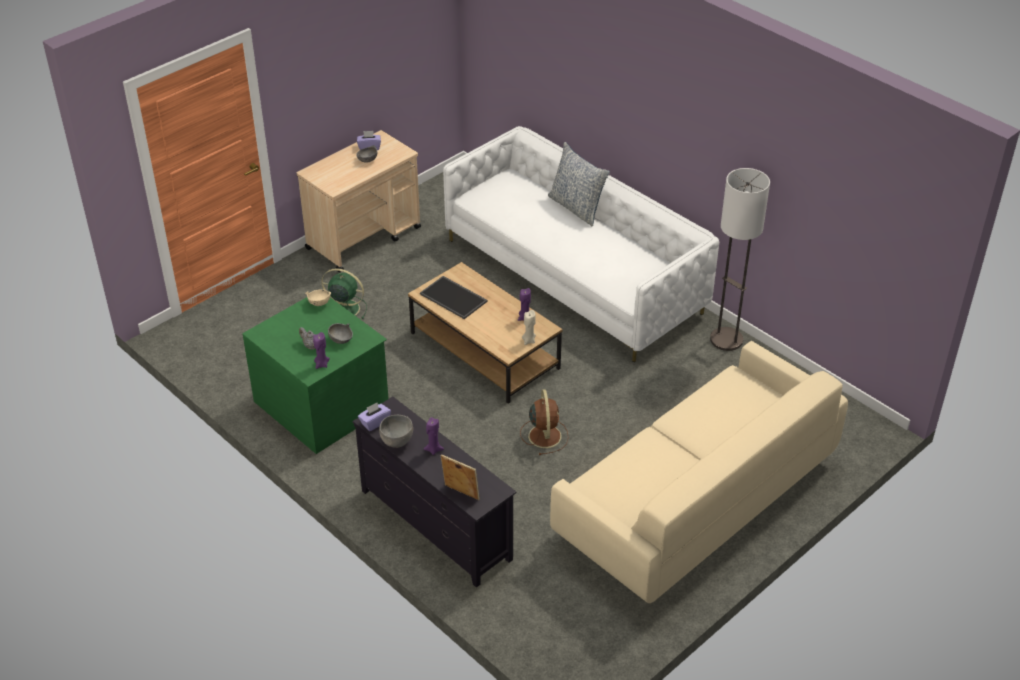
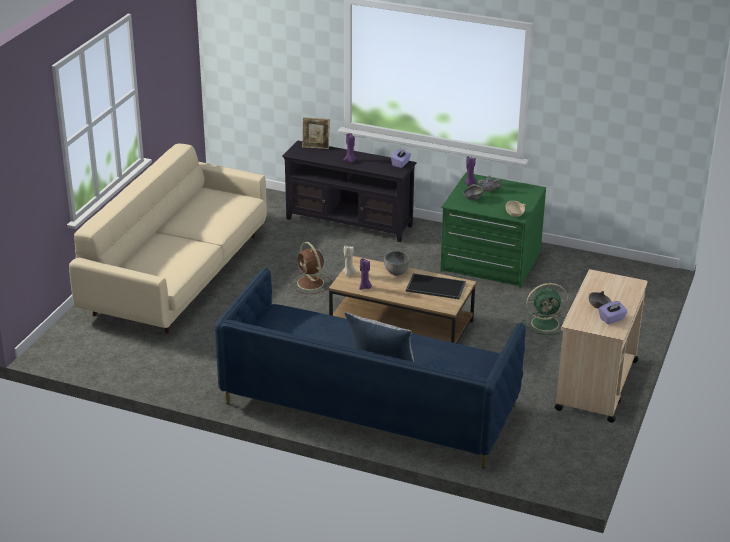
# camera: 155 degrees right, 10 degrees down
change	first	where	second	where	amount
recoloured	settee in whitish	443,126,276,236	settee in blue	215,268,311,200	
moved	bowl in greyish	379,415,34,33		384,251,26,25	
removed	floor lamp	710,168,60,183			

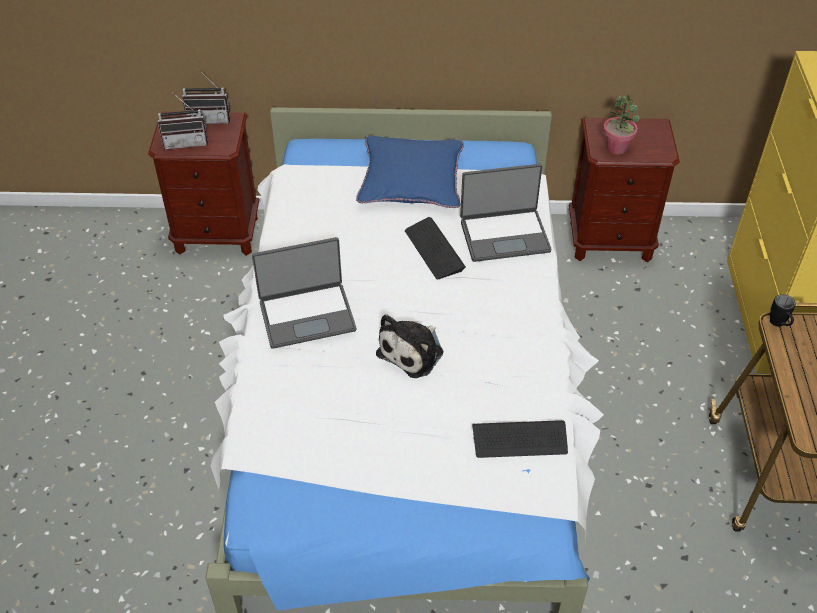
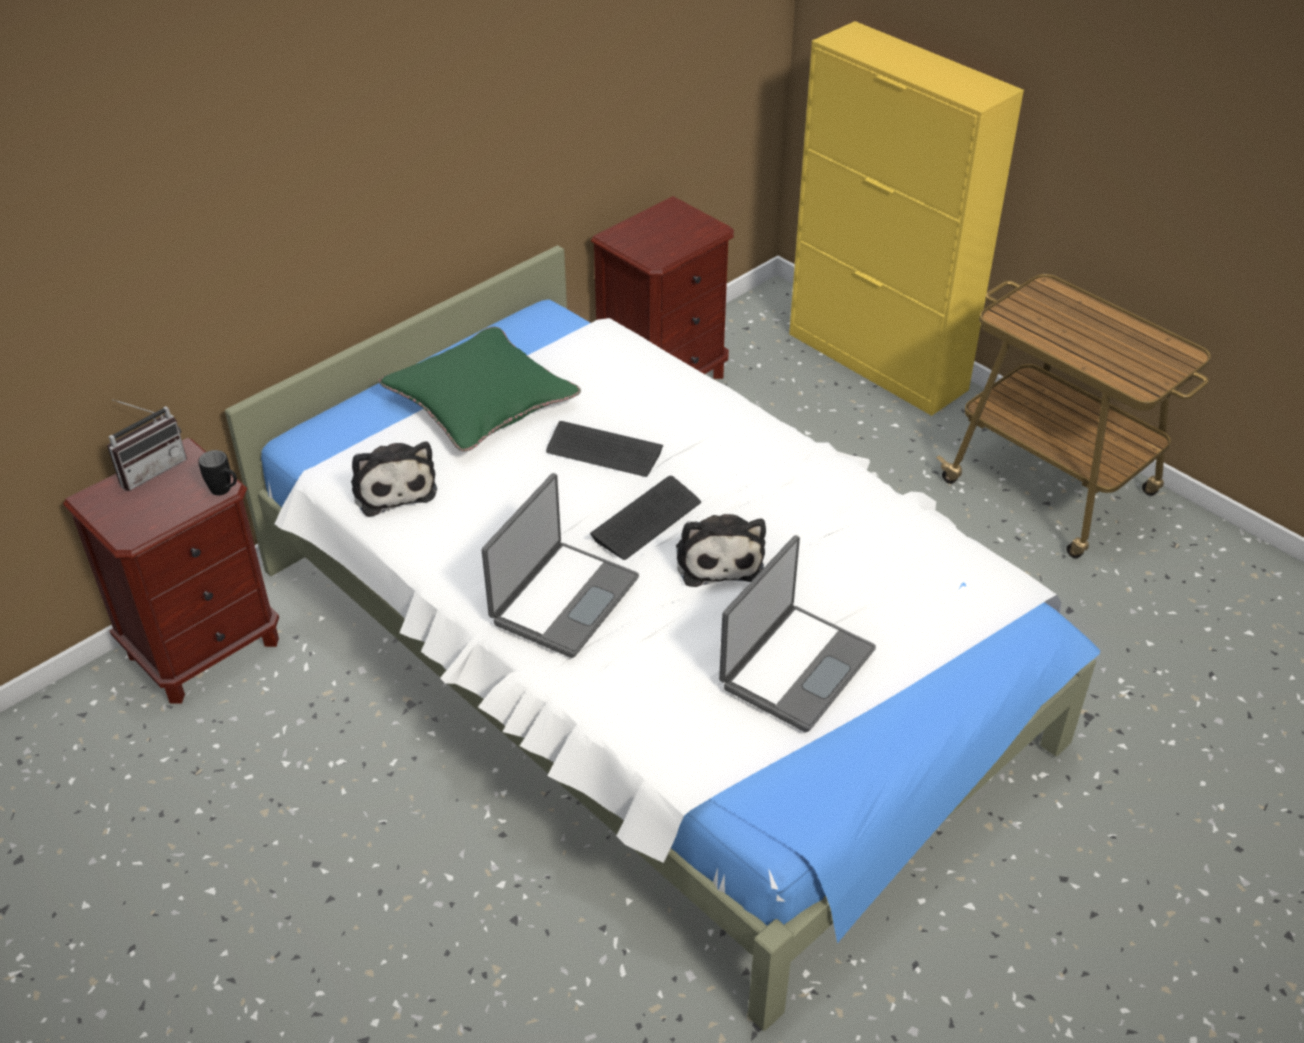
# camera: 45 degrees left, 5 degrees down
change	first	where	second	where	amount
moved	mug in blackish	770,294,26,33		198,450,39,45	
added			cuddly toy	351,441,86,76	
recoloured	throw pillow in blue	356,135,108,73	throw pillow in green	379,327,202,124	
moved	computer keyboard	472,420,96,38		590,476,111,84	
moved	laptop	460,164,91,98		719,535,157,197	
removed	radio set	158,94,50,55			
removed	houseplant	603,95,37,59			

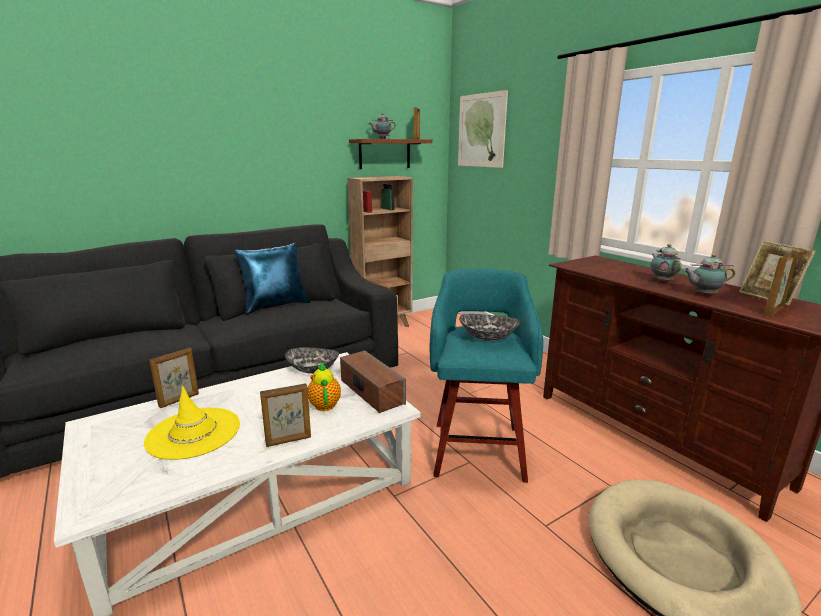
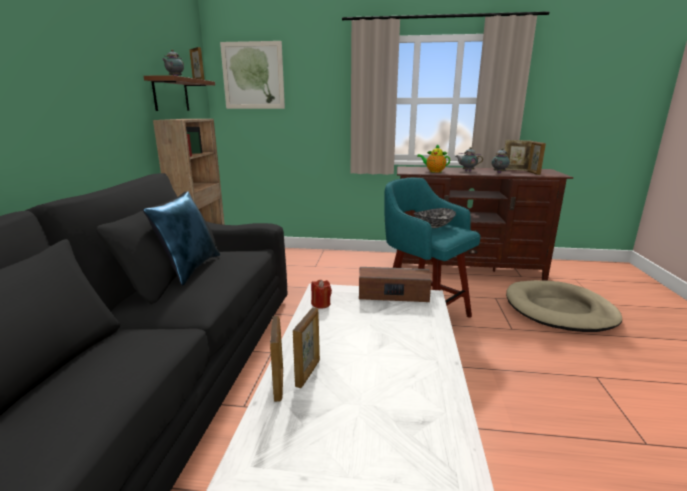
# camera: 50 degrees left, 0 degrees up
change	first	where	second	where	amount
moved	photo frame	260,383,51,64		293,307,27,81	
replaced	bowl	285,347,54,27	wax light in red-coloured	311,280,21,29	
moved	tea pot	308,363,33,48		417,144,33,29	
removed	clothing hat in yellow	144,386,96,74			

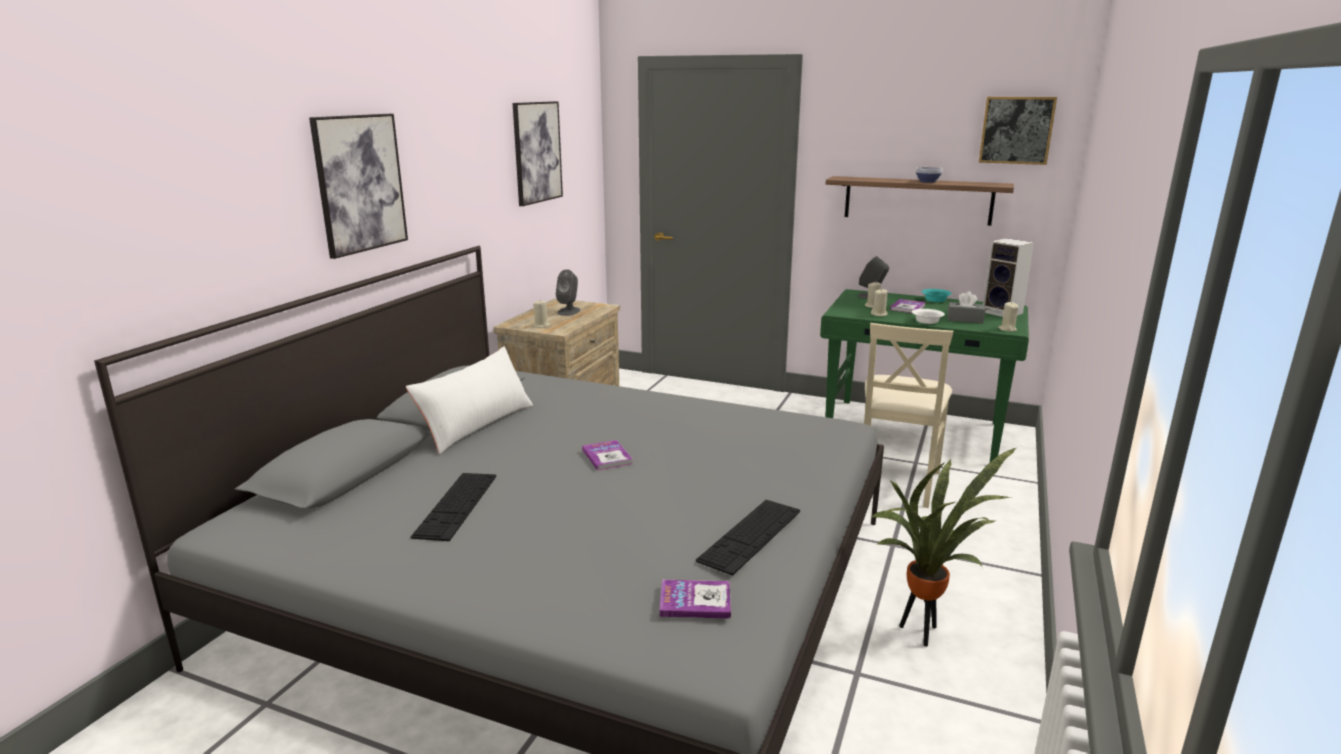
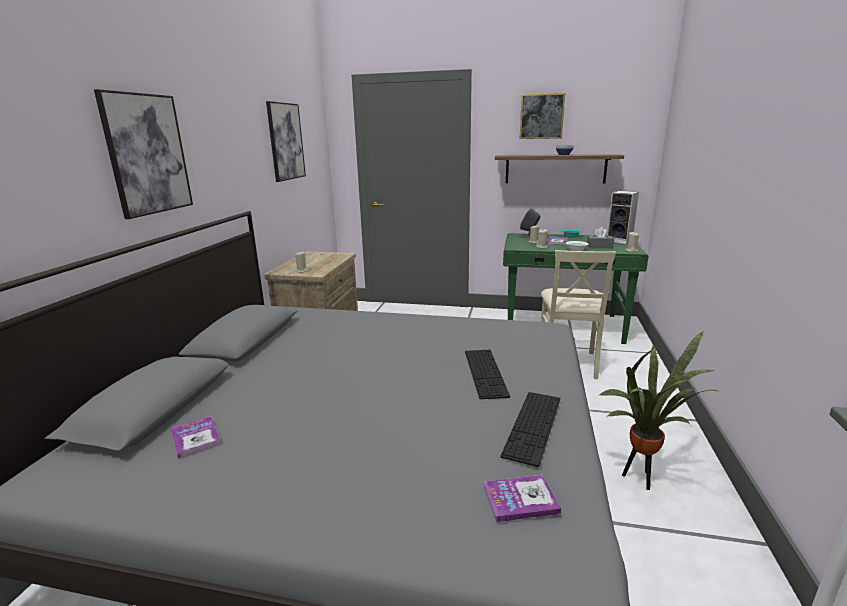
# camera: 10 degrees left, 0 degrees up
change	first	where	second	where	amount
moved	bound book	582,440,51,30		171,416,51,43	
moved	computer keyboard	411,473,85,68		465,350,45,49	
moved	wall picture	979,97,78,68		520,93,46,46	
removed	throw pillow in whitish	406,346,127,108			
removed	loudspeaker in greyish	556,269,24,47			

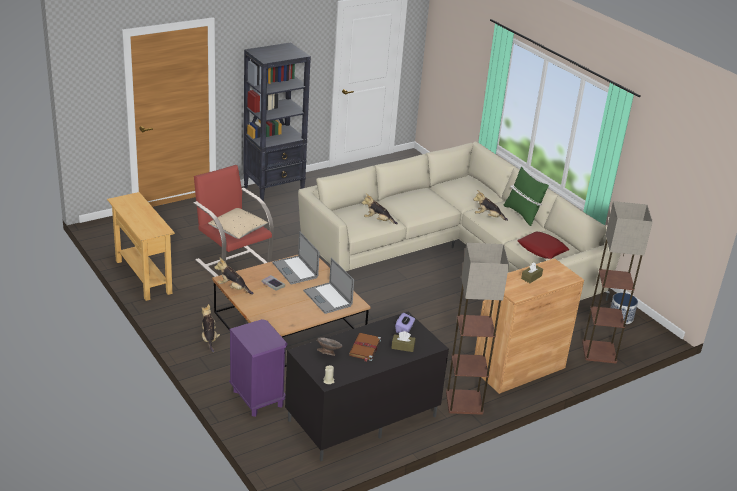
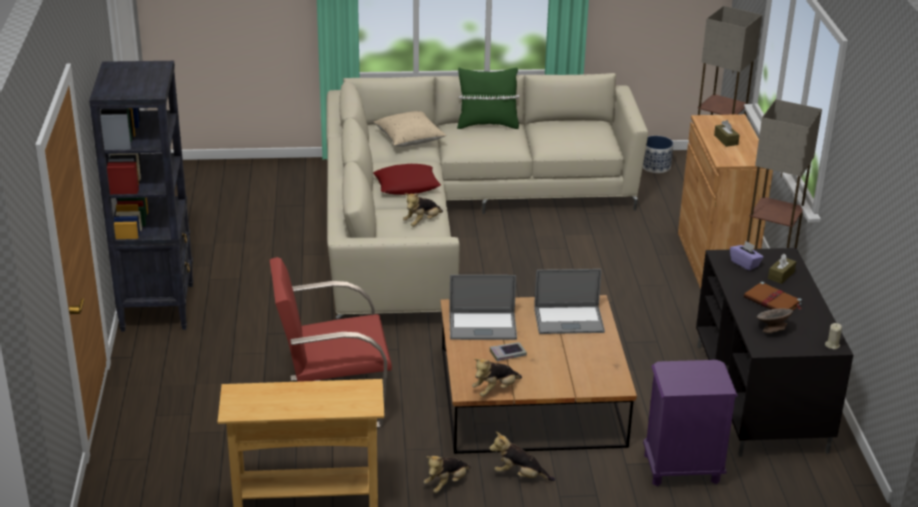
# camera: 60 degrees left, 0 degrees up
change	first	where	second	where	amount
moved	throw pillow in sand-coloured	208,208,60,31		373,111,73,36	
moved	throw pillow in red-coloured	517,232,52,27		373,164,68,31	
moved	cuddly toy	473,190,35,31		424,456,47,37	

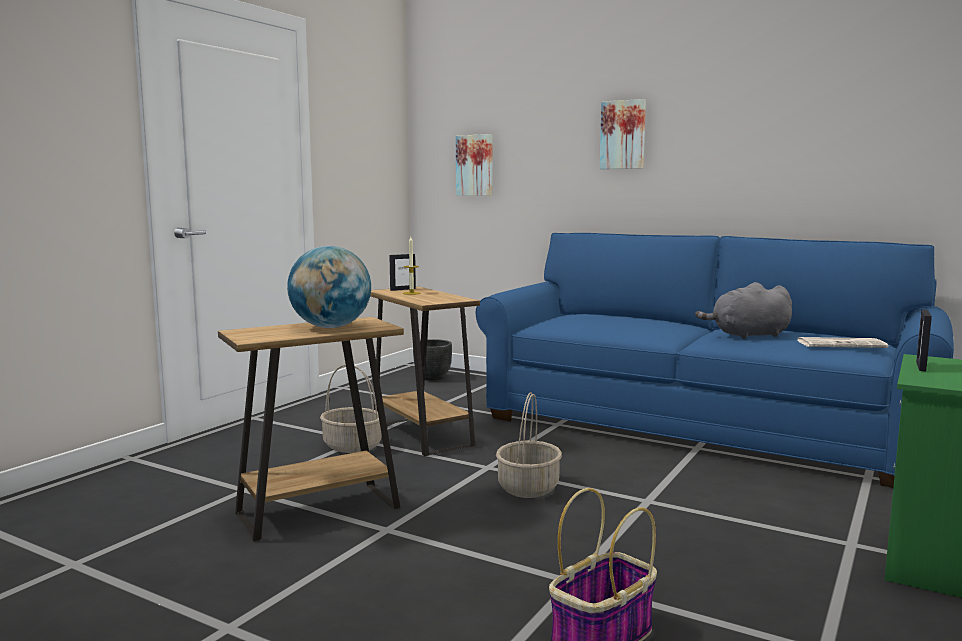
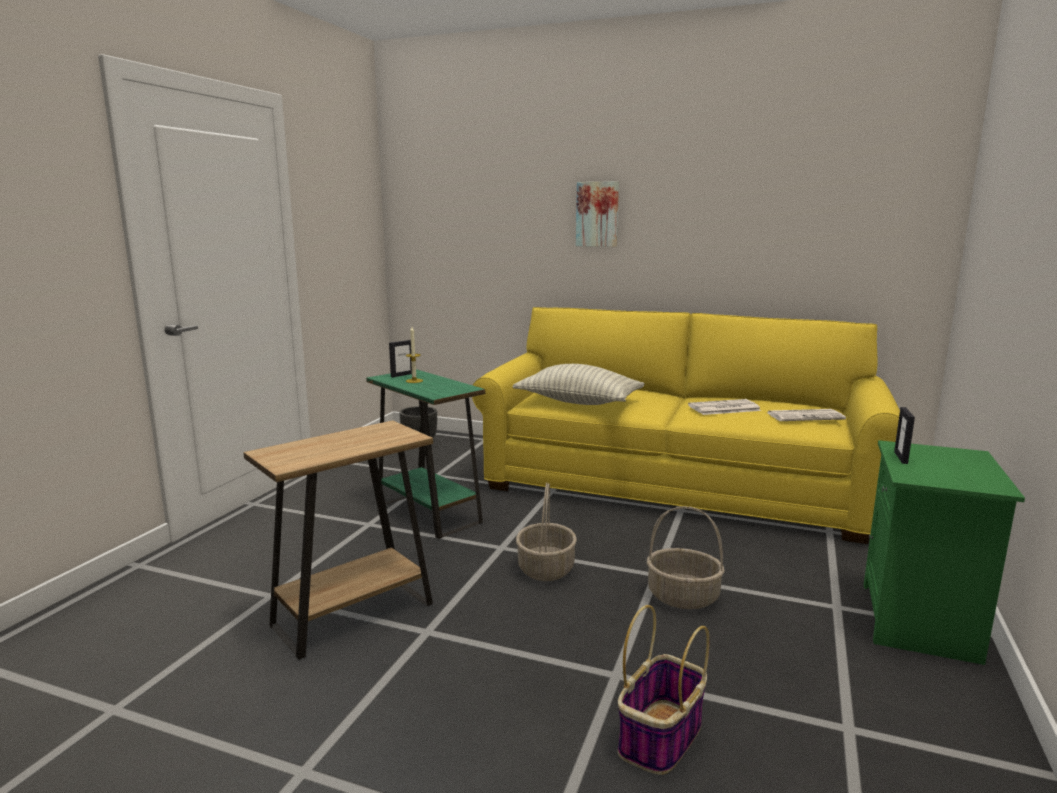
# camera: 10 degrees left, 5 degrees up
change	first	where	second	where	amount
recoloured	side table in brown	370,287,110,169	side table in green	366,369,119,170	
recoloured	settee in blue	476,233,478,255	settee in yellow	472,307,428,237	
added			throw pillow	513,364,132,41	
moved	household basket	320,364,62,89		647,506,78,103	
replaced	cuddly toy in greyish	695,282,97,57	daily paper	688,399,73,16	
removed	world globe	287,246,84,82			
removed	wall picture	456,134,37,62			

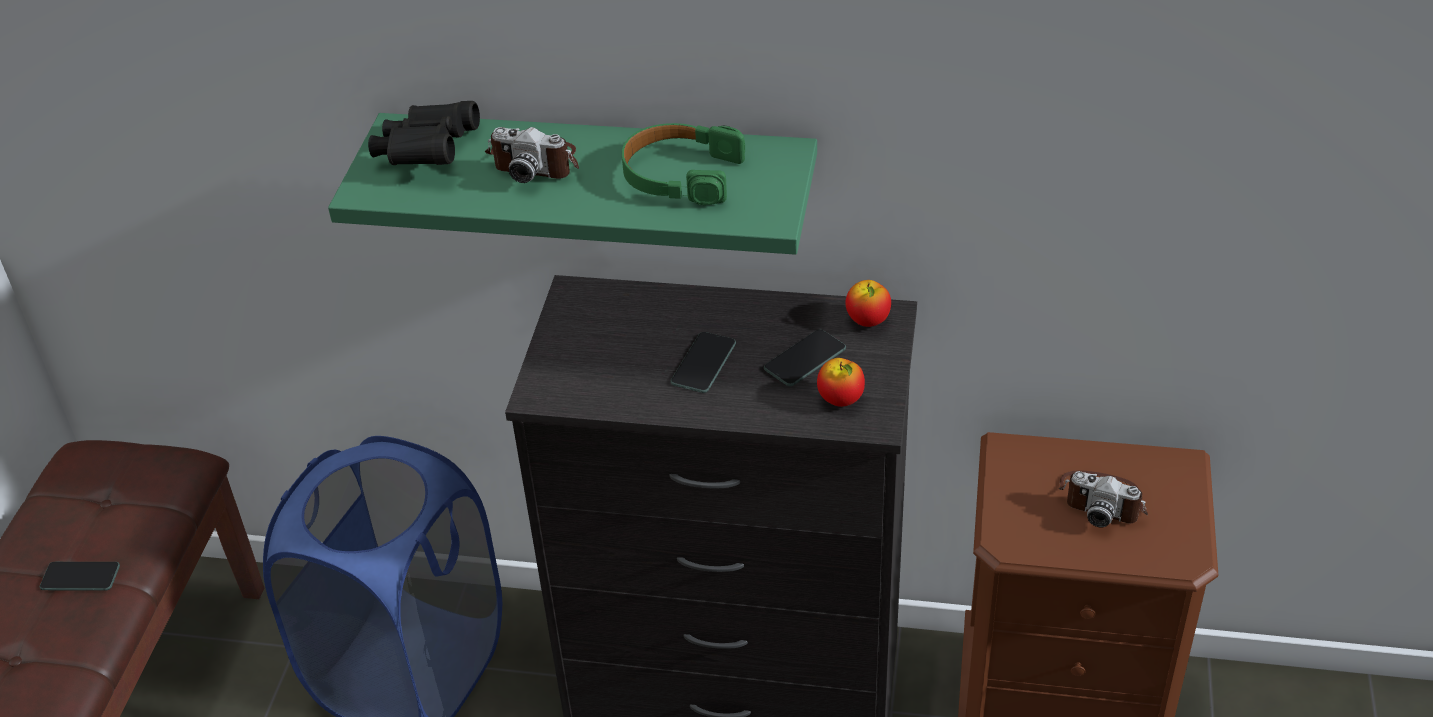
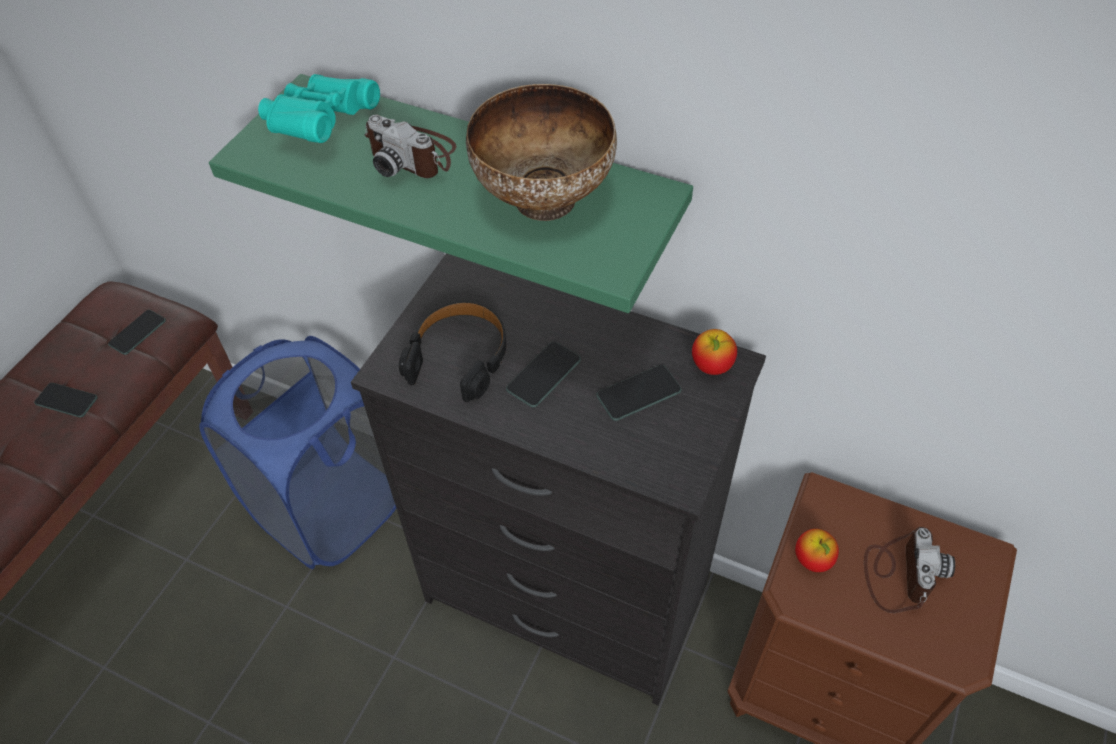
# camera: 15 degrees right, 10 degrees up
change	first	where	second	where	amount
added			telephone	108,310,58,45	
recoloured	field glasses in blackish	368,101,112,64	field glasses in blue-green	258,74,122,69	
added			headphones in blackish	399,301,107,101	
replaced	headphones in green	622,123,123,82	bowl	466,84,151,137	
moved	apple	817,358,48,49		795,529,44,43	
turned	photo camera	1059,470,89,57		864,527,91,86	120 degrees counterclockwise

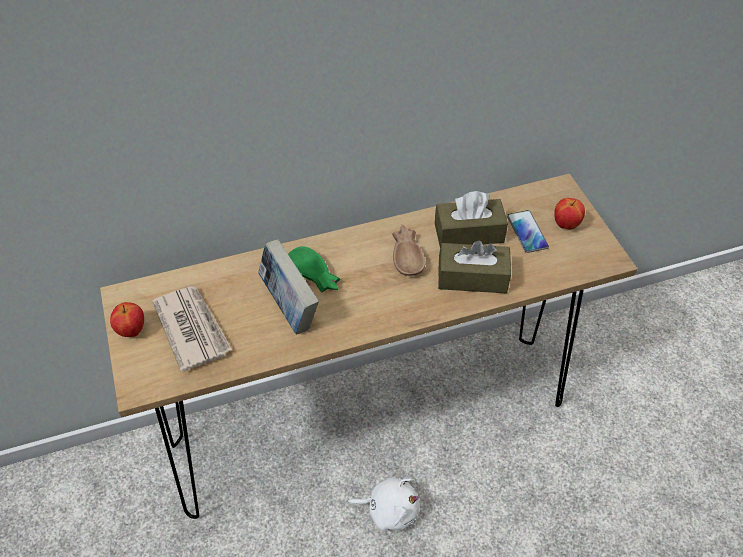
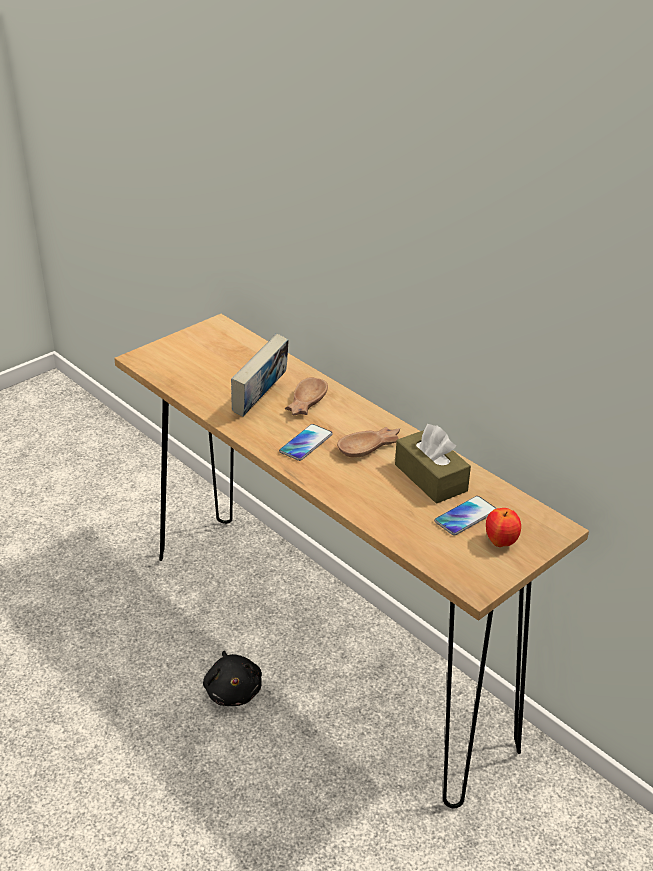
# camera: 65 degrees right, 15 degrees down
change	first	where	second	where	amount
recoloured	cuddly toy in whitish	348,477,72,54	cuddly toy in blackish	203,651,59,55	
added			telephone	279,424,54,37	
recoloured	bowl in green	288,246,52,47	bowl in brown	285,377,43,38	
removed	apple	110,302,34,35			
removed	daily paper	152,286,80,86			
removed	box of tissues in brown	438,241,73,52			

